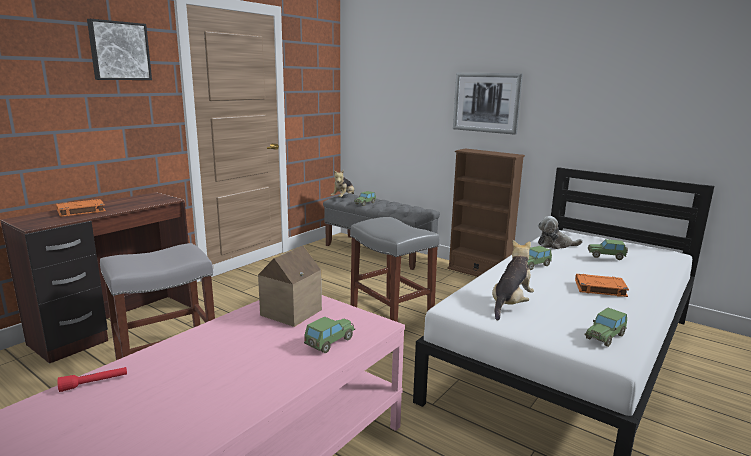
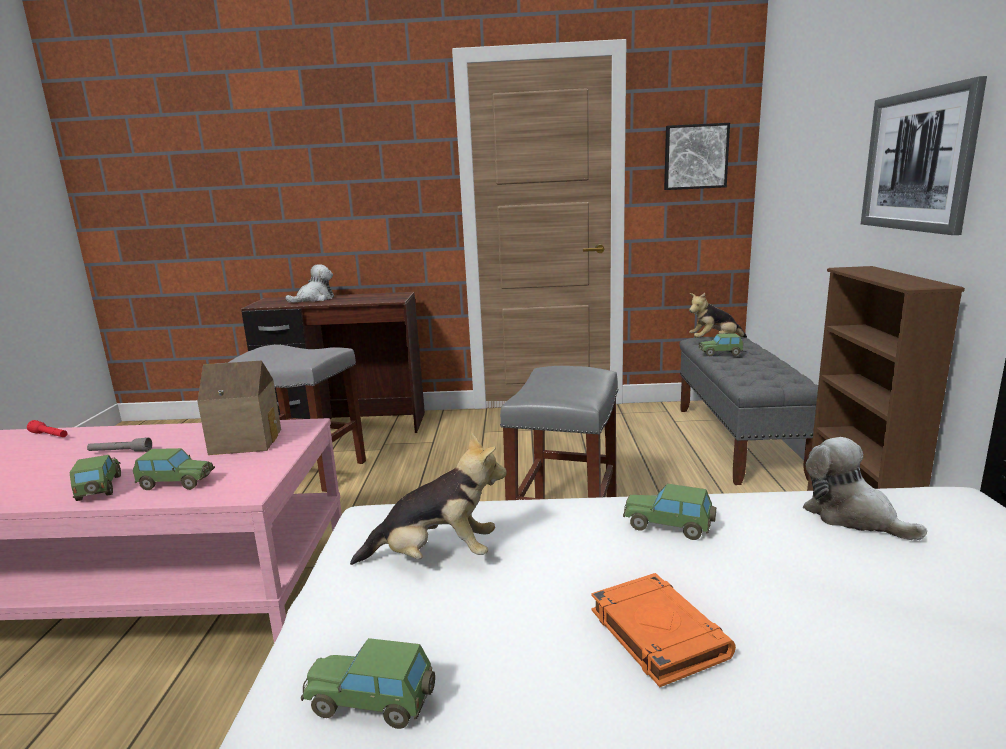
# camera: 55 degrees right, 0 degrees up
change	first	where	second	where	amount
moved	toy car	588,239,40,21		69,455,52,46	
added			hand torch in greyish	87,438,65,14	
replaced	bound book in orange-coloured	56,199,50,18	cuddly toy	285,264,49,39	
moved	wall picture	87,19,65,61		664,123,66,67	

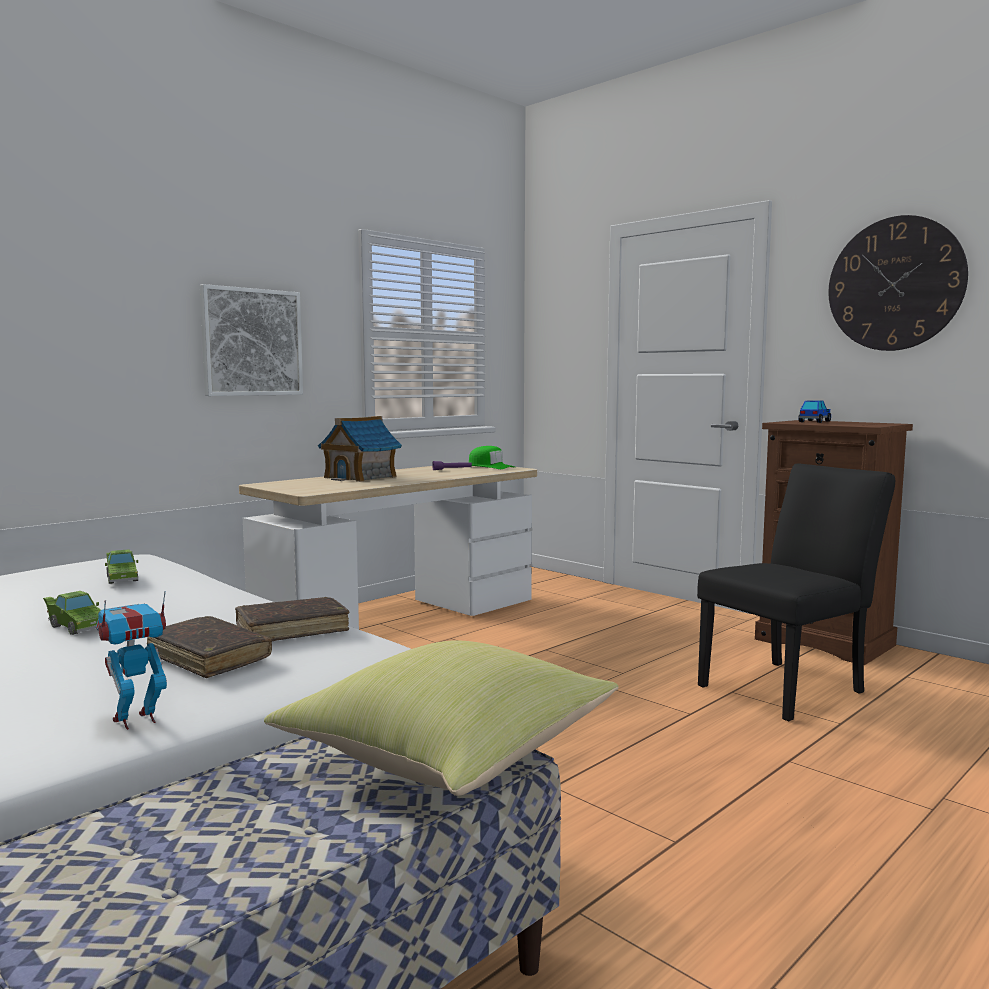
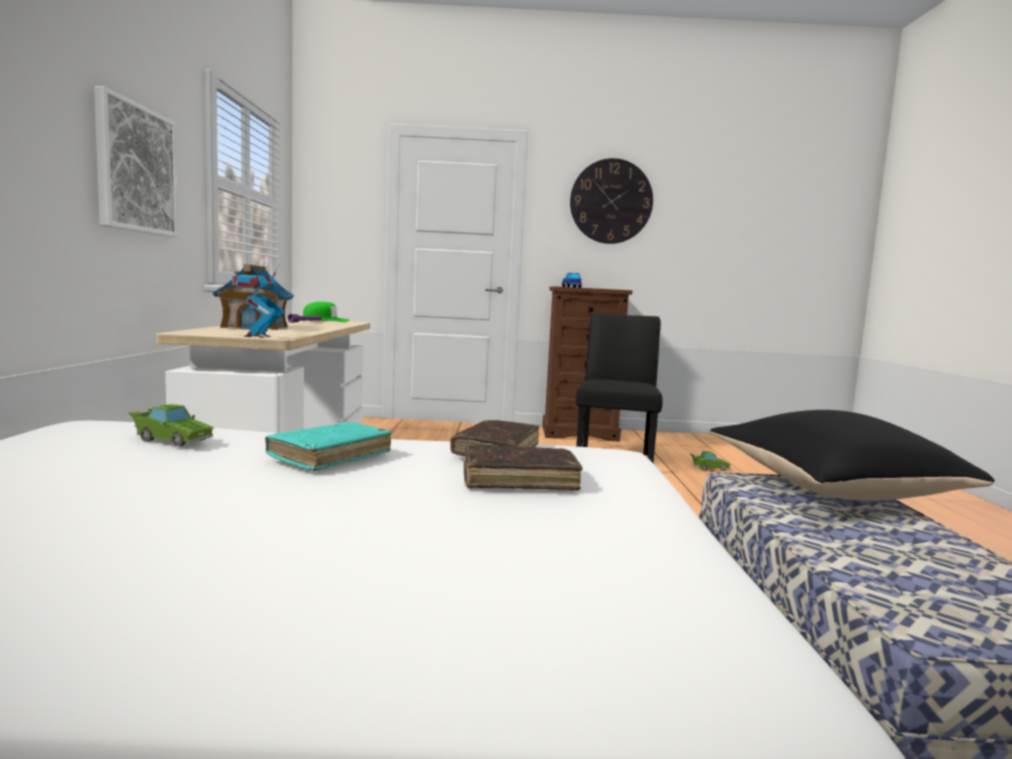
# camera: 45 degrees left, 0 degrees up
change	first	where	second	where	amount
moved	model robot	96,591,71,139		231,263,53,75	
added			bound book in blue-green	265,422,127,49	
moved	toy car in green	43,591,58,44		690,451,41,20	
recoloured	throw pillow in yellow	264,640,355,156	throw pillow in blackish	710,410,285,90	

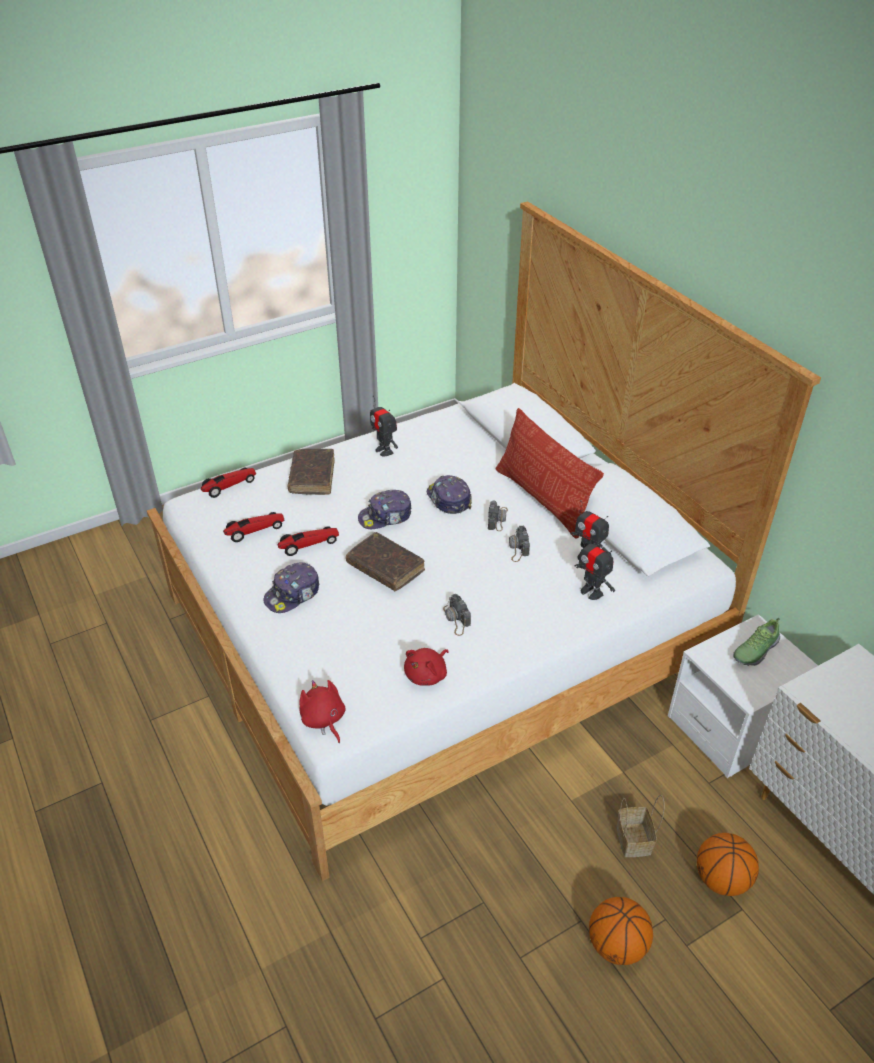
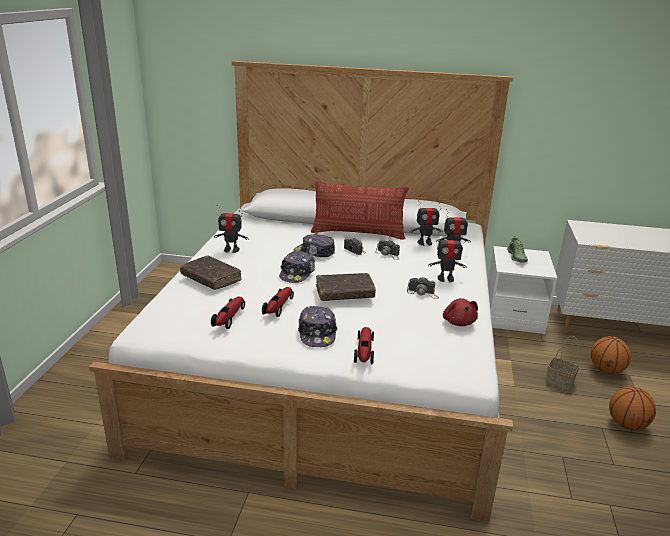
# camera: 50 degrees left, 15 degrees down
change	first	where	second	where	amount
moved	toy car	201,468,55,30		354,327,20,37	
added			model robot	429,232,37,50	
removed	cuddly toy in red-coloured	299,680,46,63			

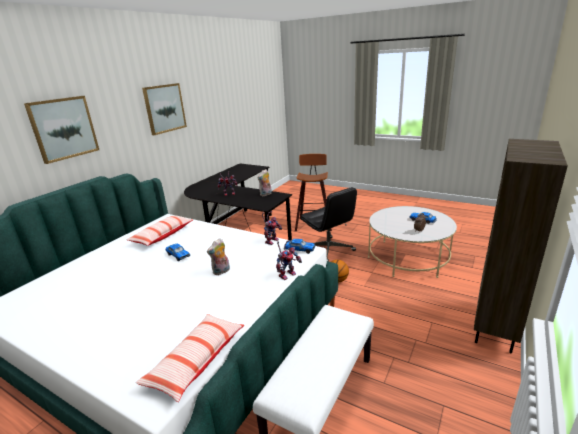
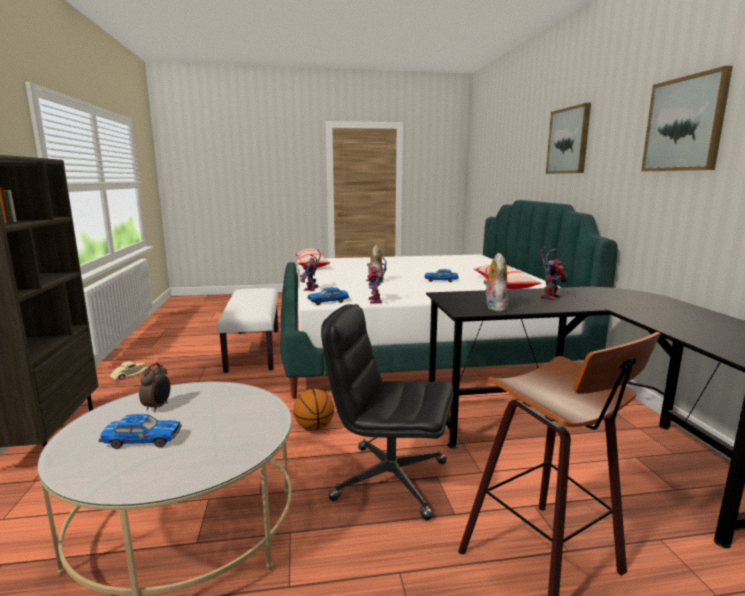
# camera: 140 degrees right, 10 degrees down
change	first	where	second	where	amount
added			toy car in sand-coloured	110,361,41,19	

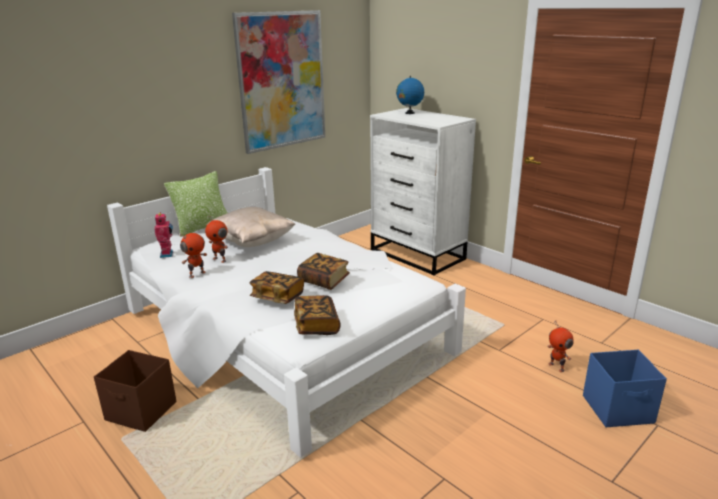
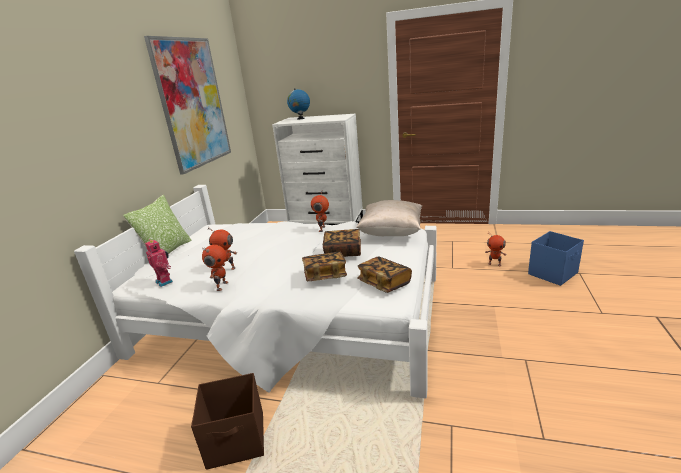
# camera: 30 degrees left, 0 degrees up
change	first	where	second	where	amount
added			model robot	311,191,18,41	
moved	throw pillow in sand-coloured	206,207,89,40		356,200,66,36	

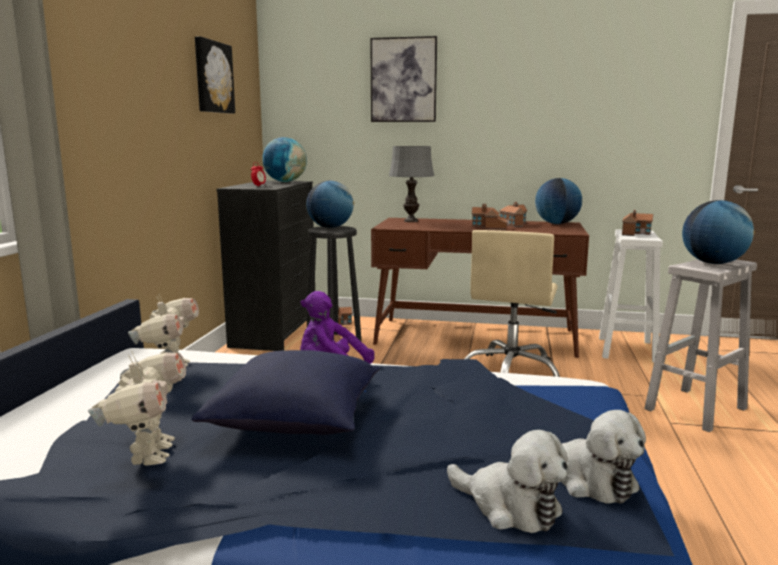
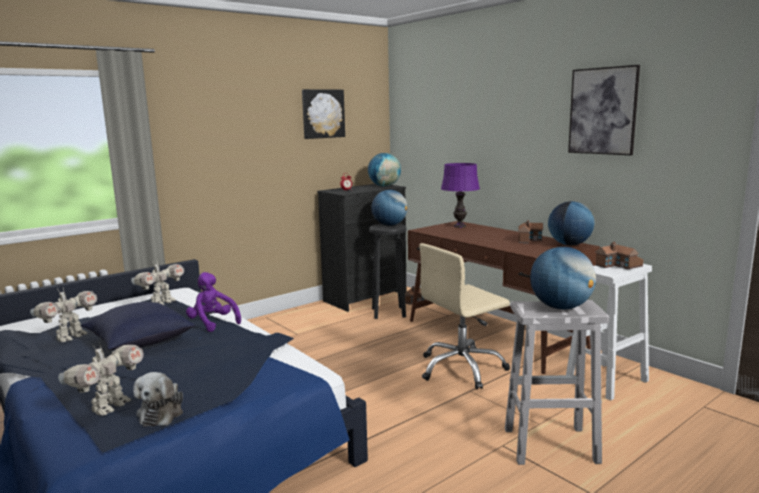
# camera: 40 degrees right, 0 degrees up
change	first	where	second	where	amount
replaced	cuddly toy	447,430,121,103	model robot	58,342,86,74	
recoloured	tabletop lamp in greyish	389,146,45,76	tabletop lamp in purple-coloured	441,163,39,65	
moved	wall picture	370,36,67,86		568,65,72,90	
removed	miniature house	472,203,35,27			

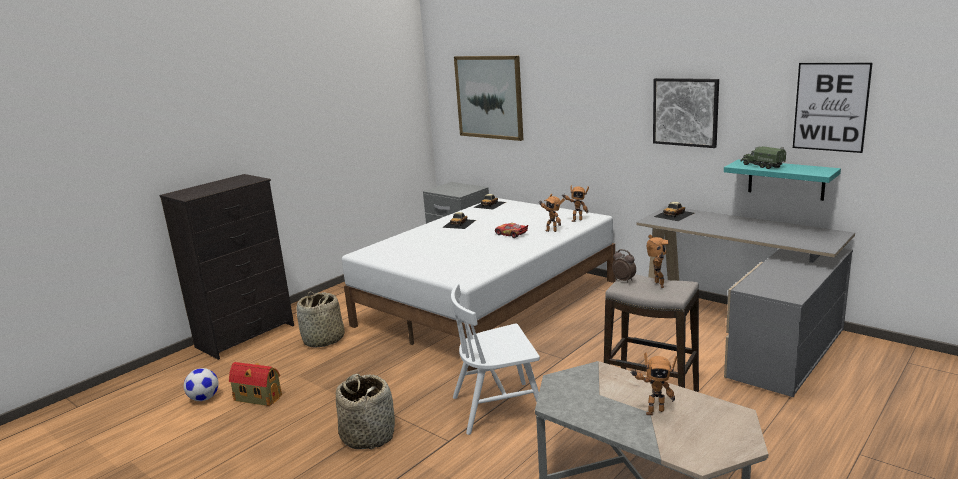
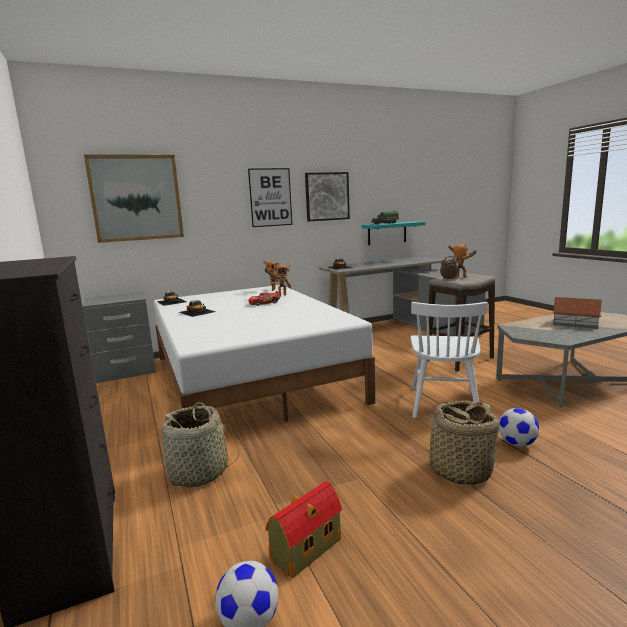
# camera: 65 degrees left, 5 degrees down
change	first	where	second	where	amount
moved	wall picture	793,63,79,90		248,168,44,59	
added			football	499,408,40,39	
replaced	model robot	630,352,47,63	miniature house	553,297,49,32	

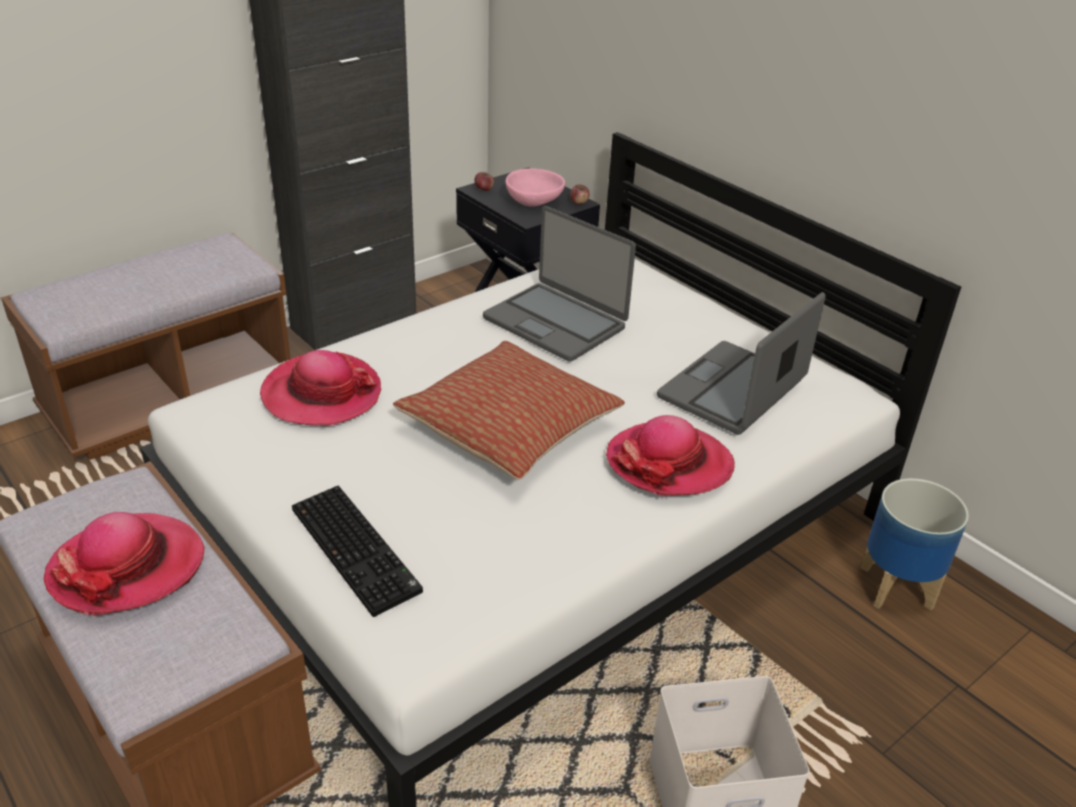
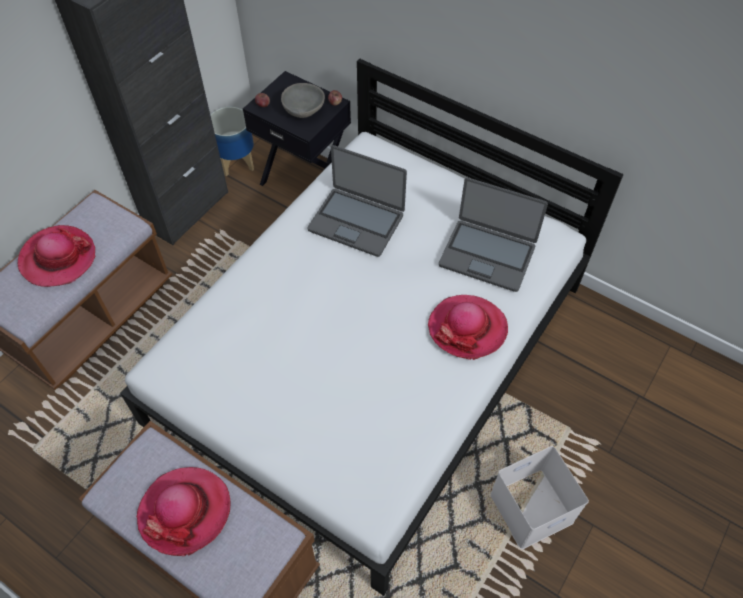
# camera: 15 degrees left, 20 degrees up
change	first	where	second	where	amount
moved	clothing hat	260,350,121,76		18,225,77,62	
moved	plant pot	861,478,108,132		211,107,43,69	
recoloured	bowl in pink	506,168,59,38	bowl in greyish	281,83,44,35	
turned	laptop	657,292,169,143		439,177,109,115	90 degrees counterclockwise
removed	computer keyboard	292,486,131,131			
removed	throw pillow	393,341,232,139			

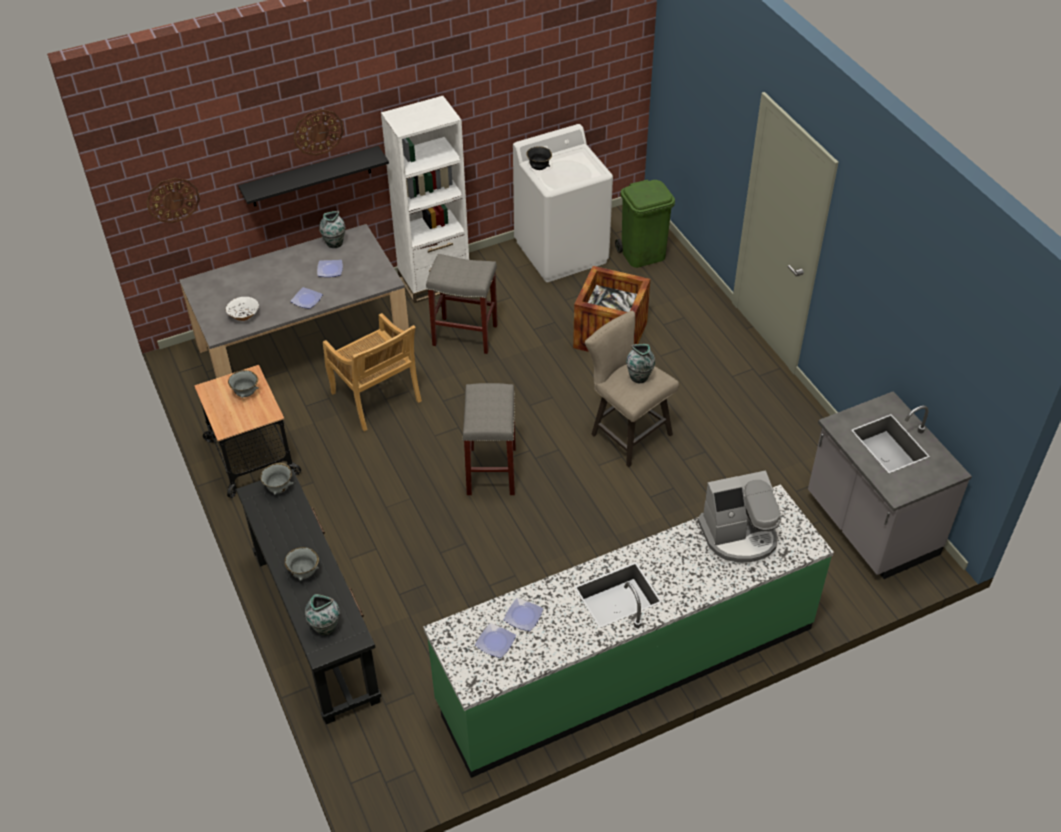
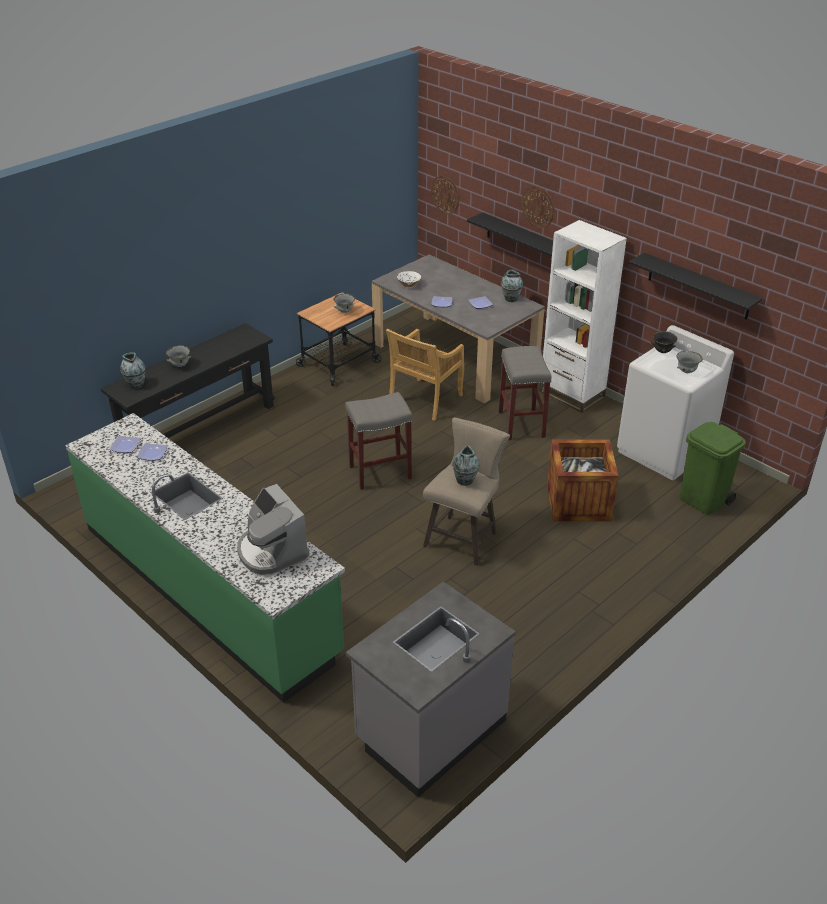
# camera: 70 degrees right, 10 degrees down
change	first	where	second	where	amount
added			shelf in blackish	629,253,133,67	
moved	bowl in greyish	260,463,33,32		677,351,26,23	

